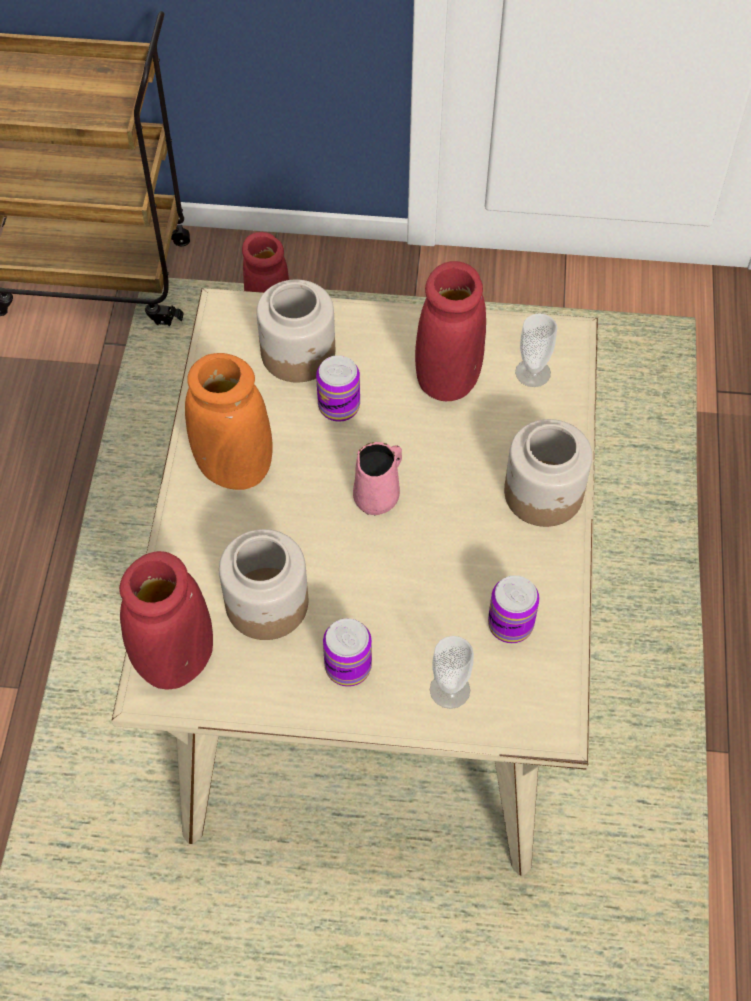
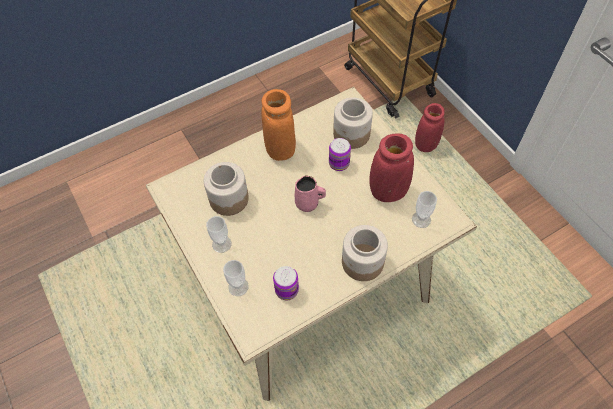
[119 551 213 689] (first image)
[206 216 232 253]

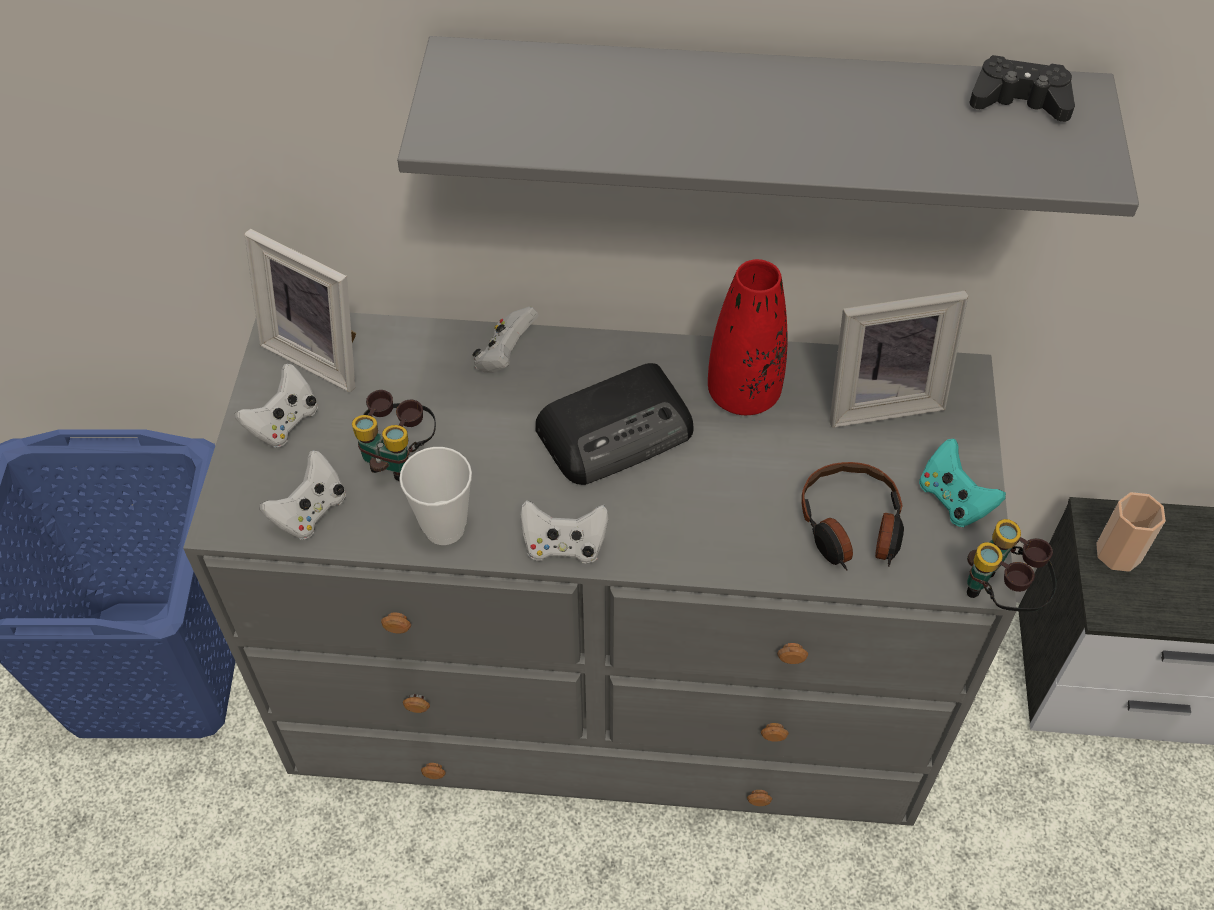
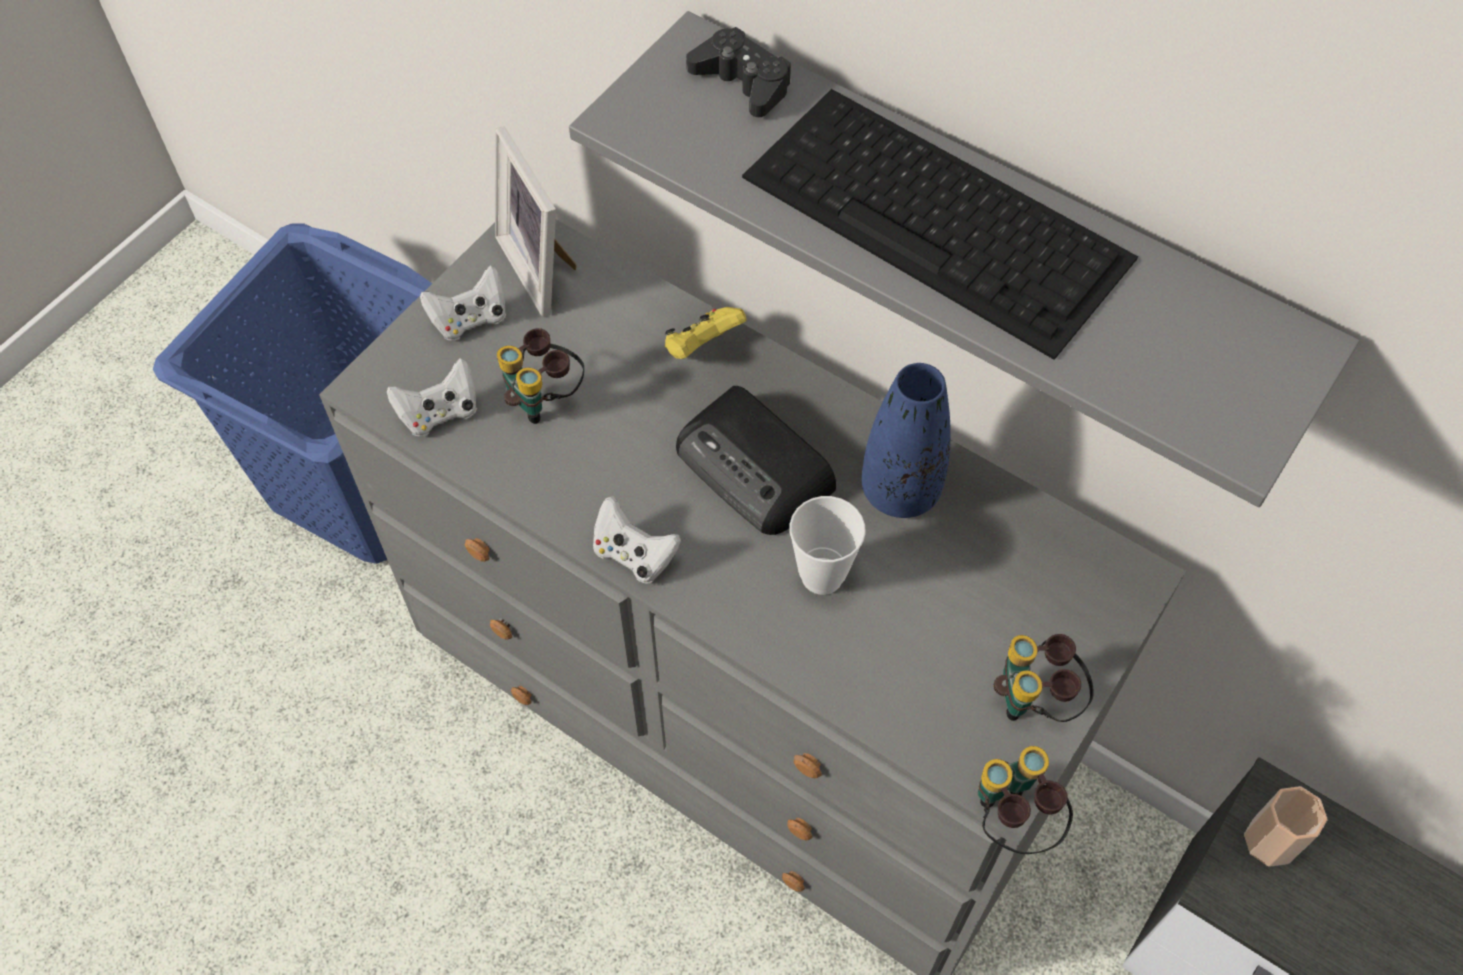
[789 496 866 595]
[665 307 747 359]
[676 386 836 535]
[862 363 951 518]
[802 462 904 571] (first image)
[829 291 968 428] (first image)
[993 634 1093 722]
[686 27 791 117]
[742 89 1138 360]

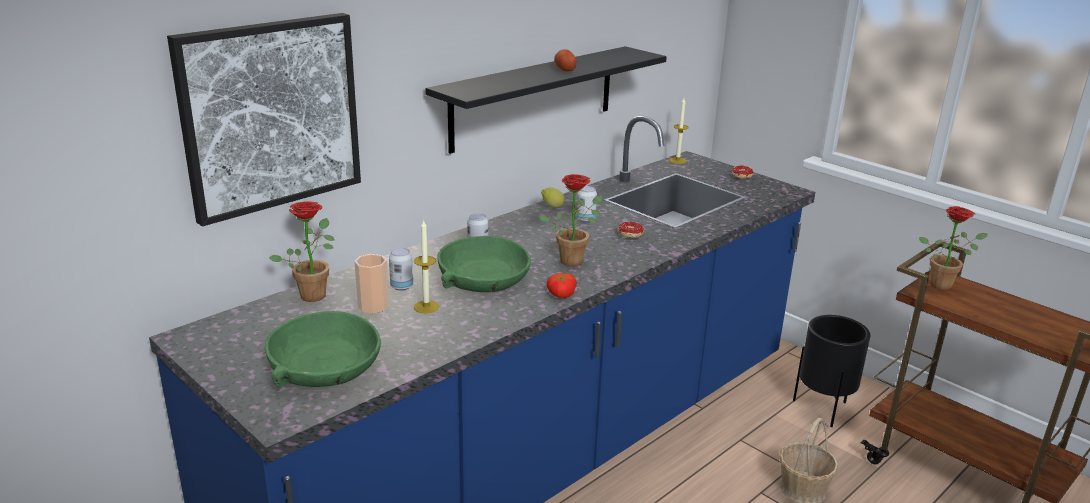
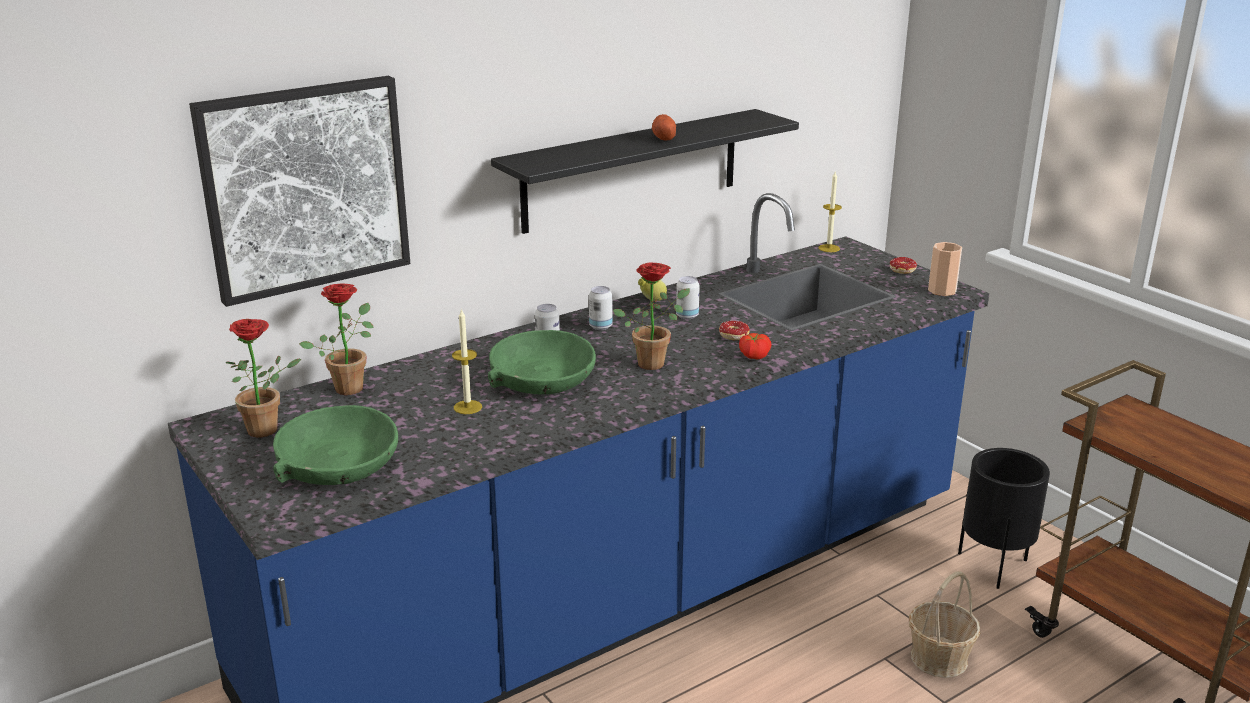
[928 242 962 296]
[589 286 612 330]
[739 333 771 360]
[226 319 301 437]

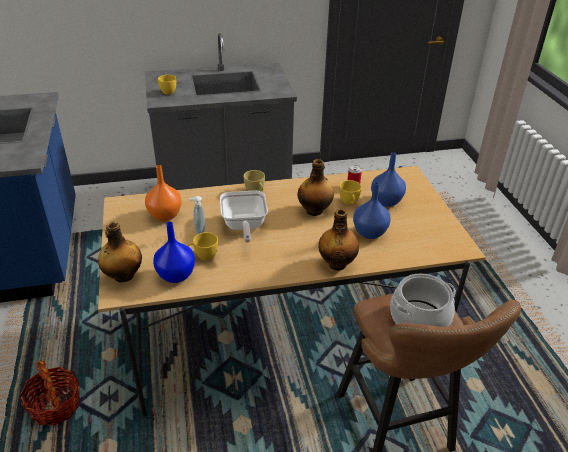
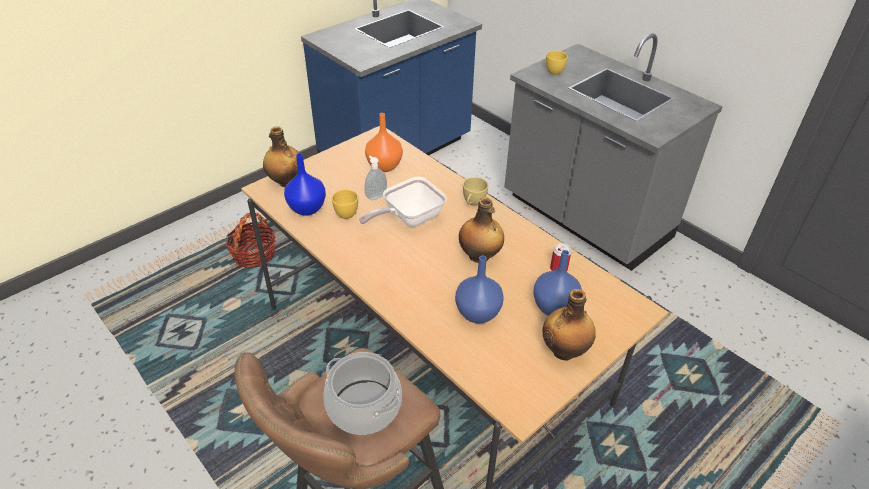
[543 289 596 361]
[339 180 362 205] (first image)

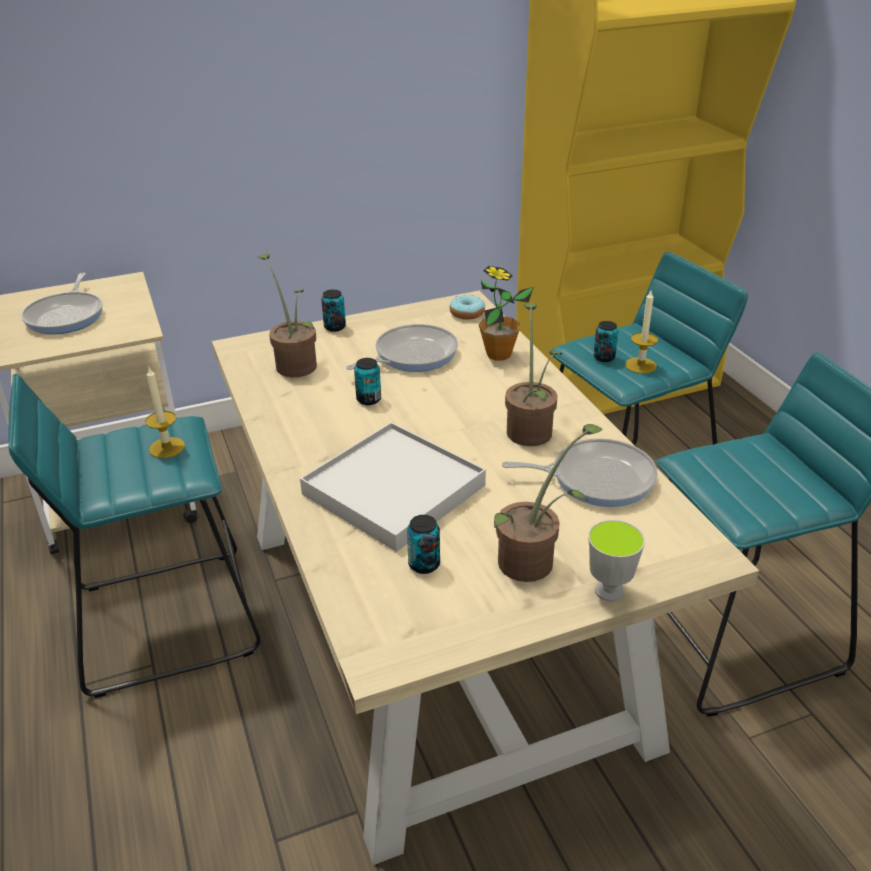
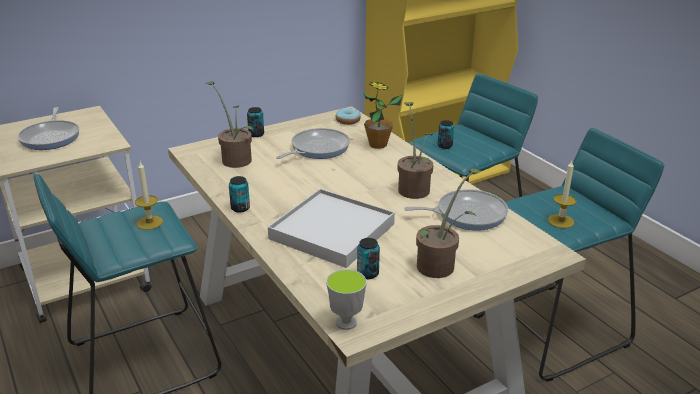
[229 176 250 213]
[326 269 367 330]
[548 161 576 228]

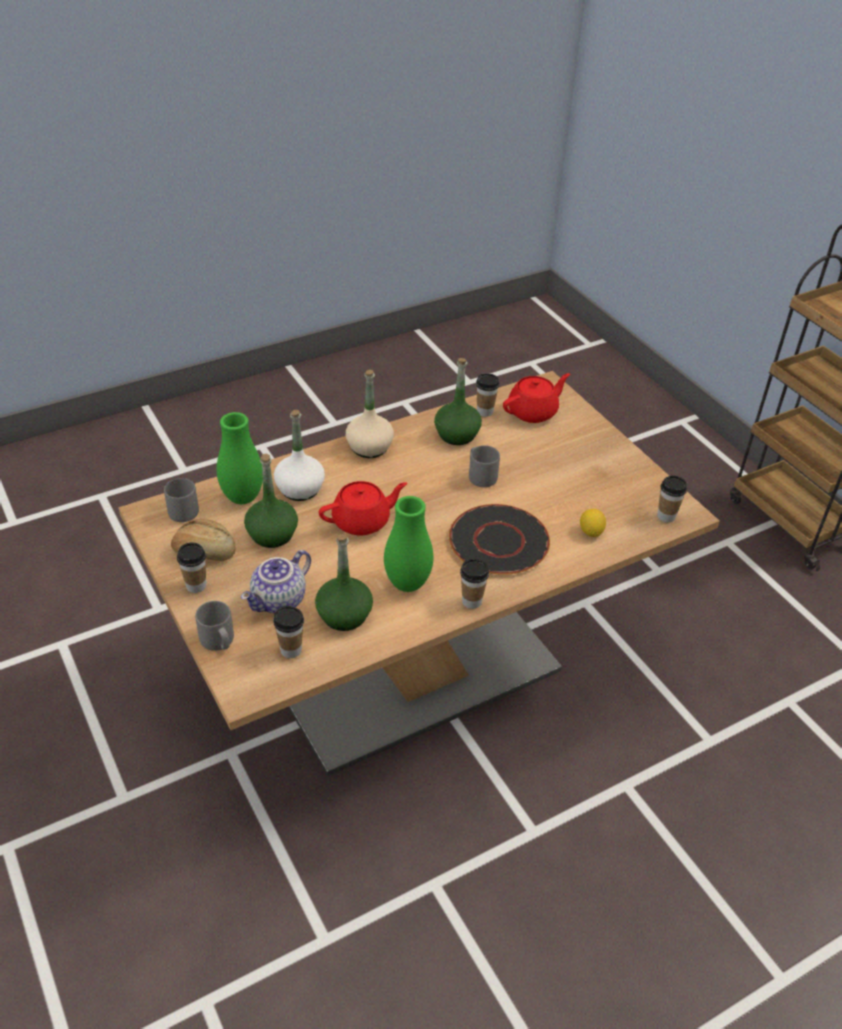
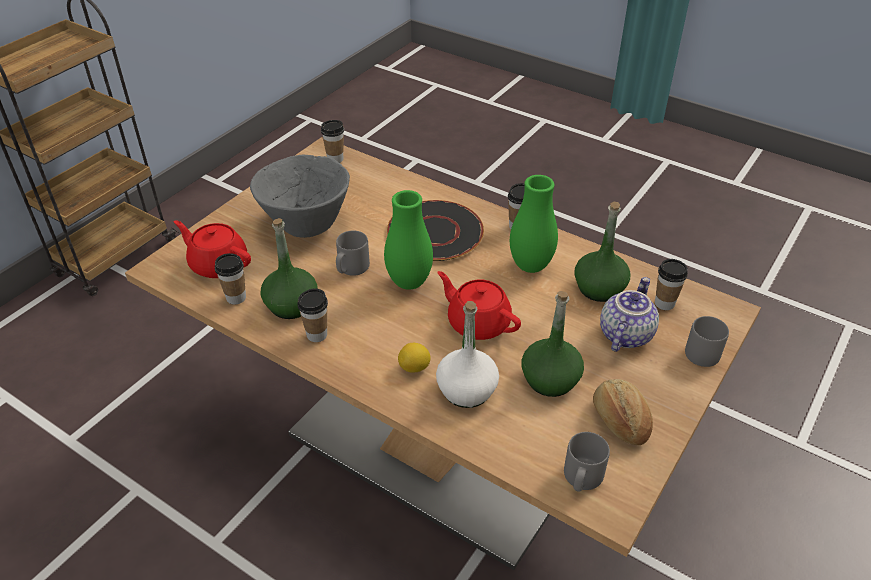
[297 288 328 342]
[384 190 433 290]
[600 277 659 352]
[346 370 394 458] (first image)
[398 343 430 373]
[250 155 350 238]

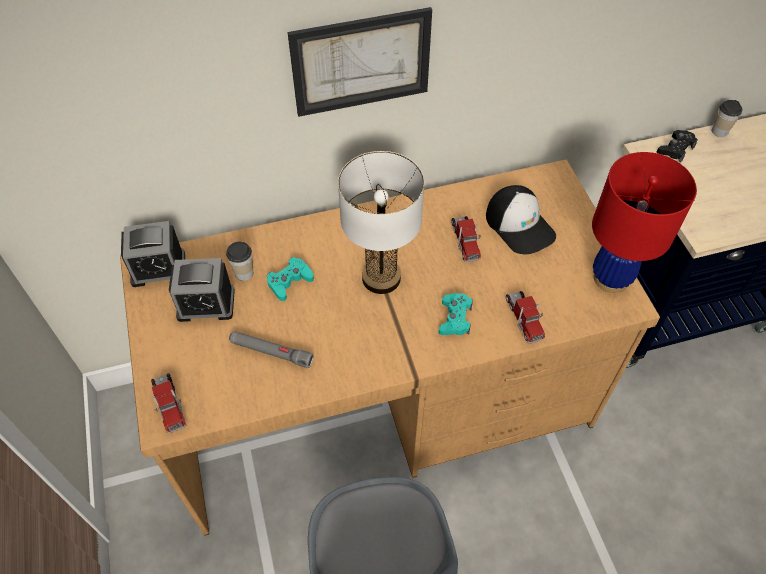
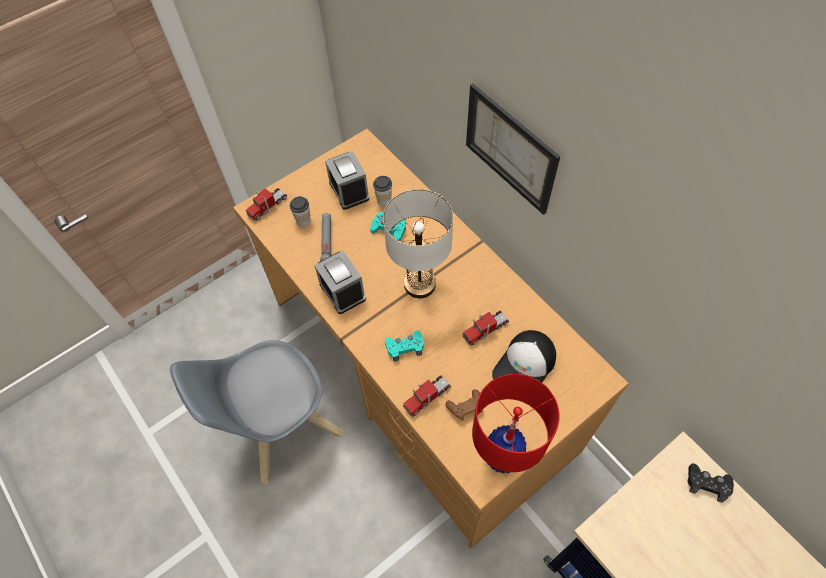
[314 251 366 314]
[290 196 311 227]
[445 389 483 421]

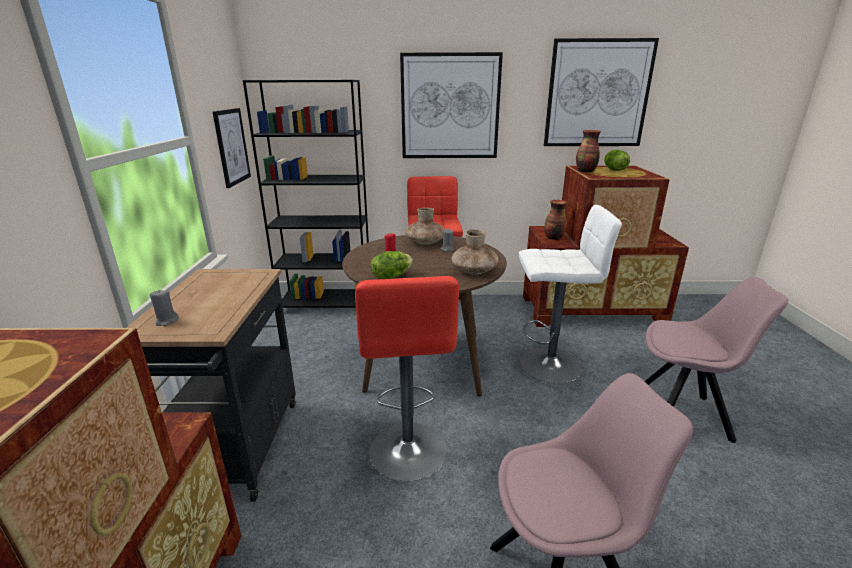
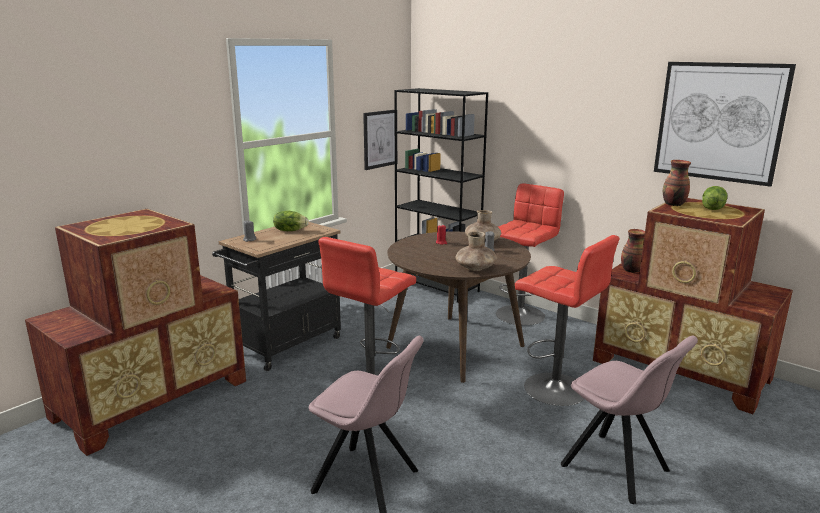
[273 211 309 231]
[400 52 503 158] (first image)
[515 235 619 406]

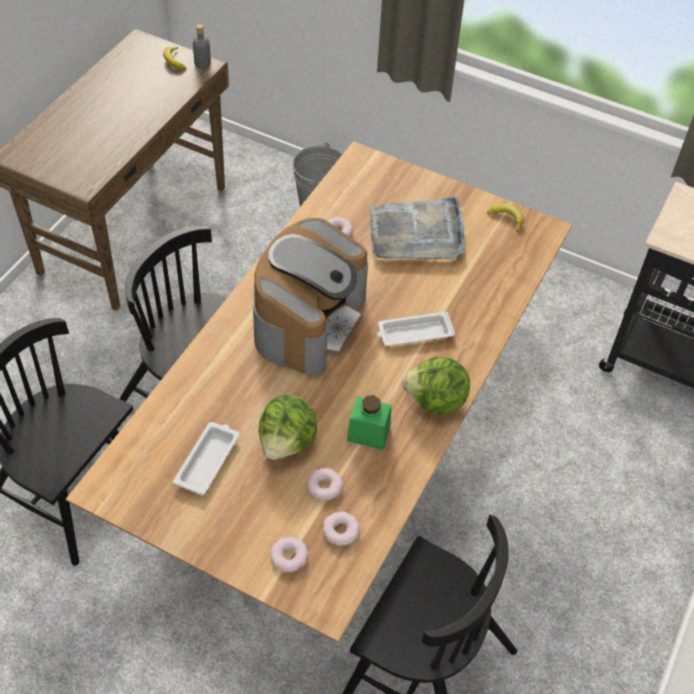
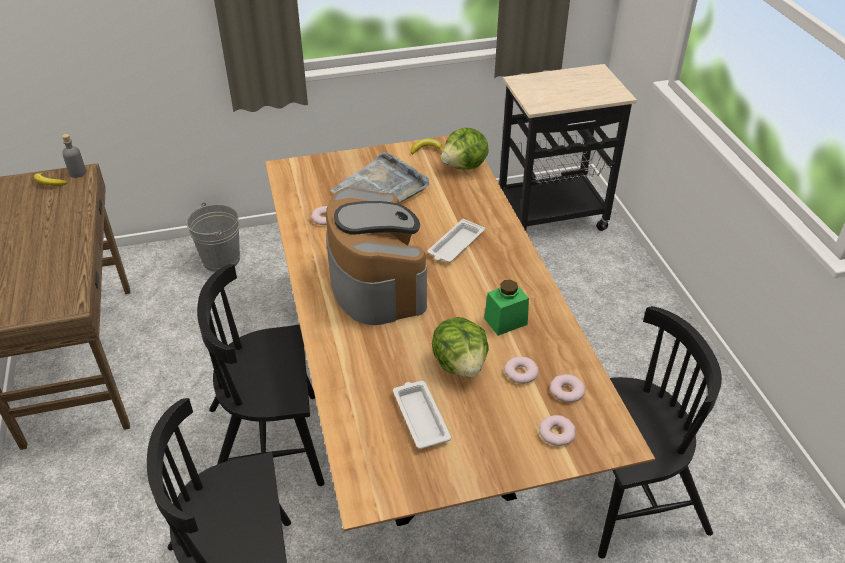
[441 128 489 170]

